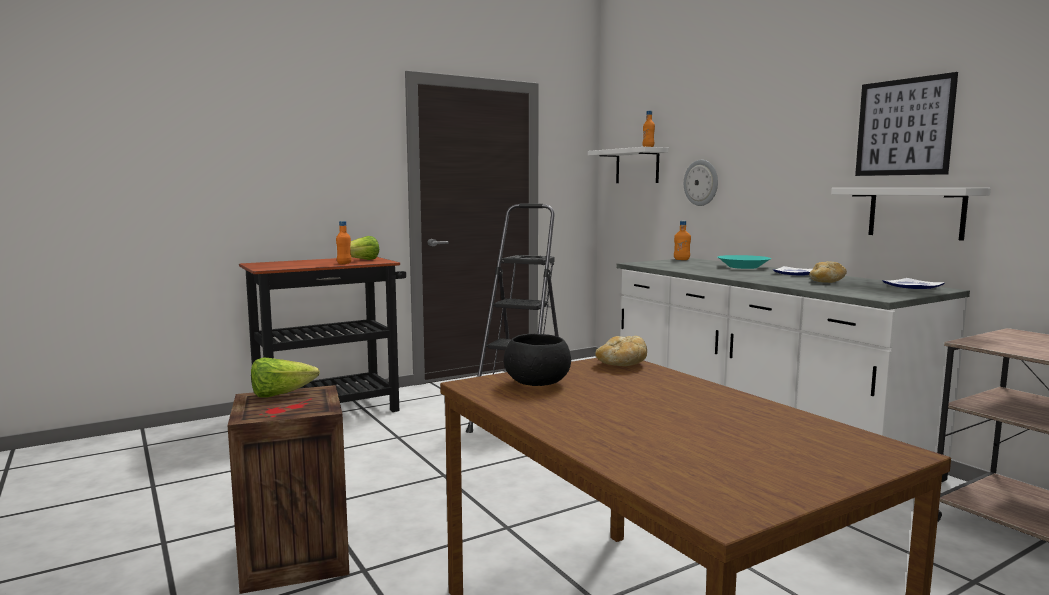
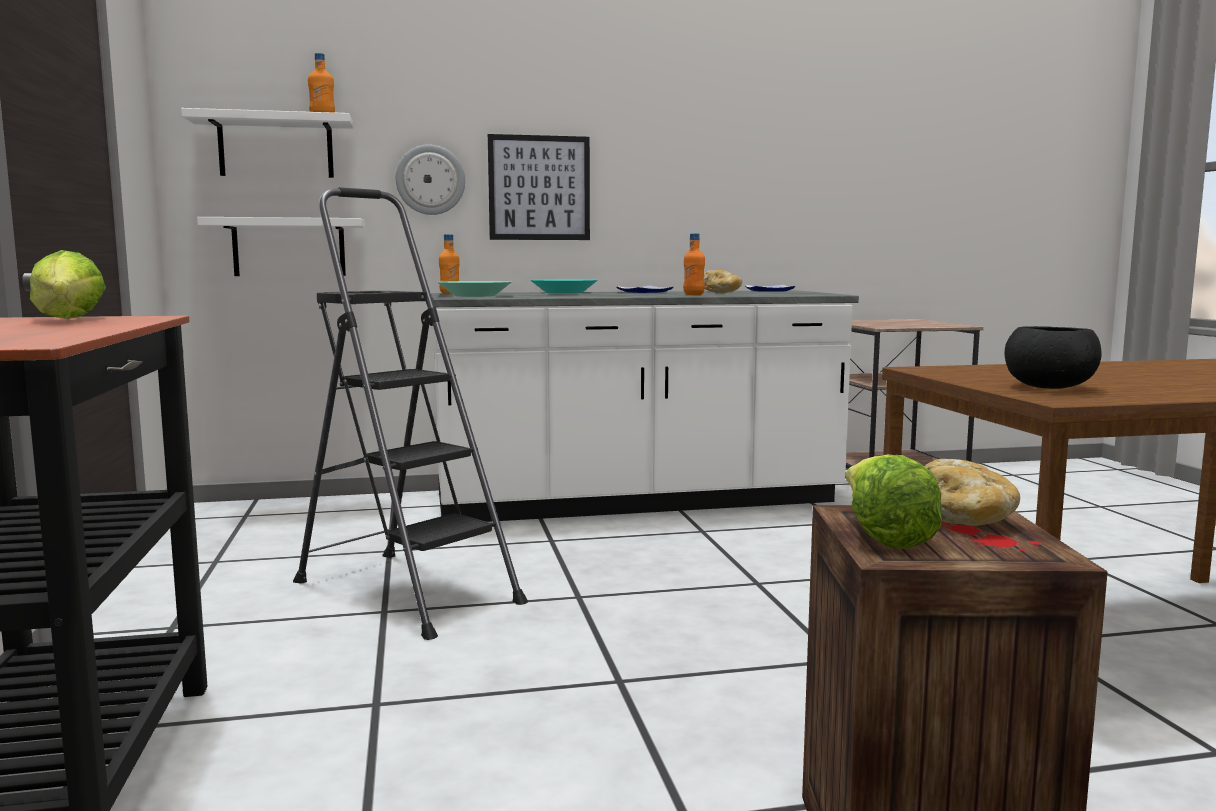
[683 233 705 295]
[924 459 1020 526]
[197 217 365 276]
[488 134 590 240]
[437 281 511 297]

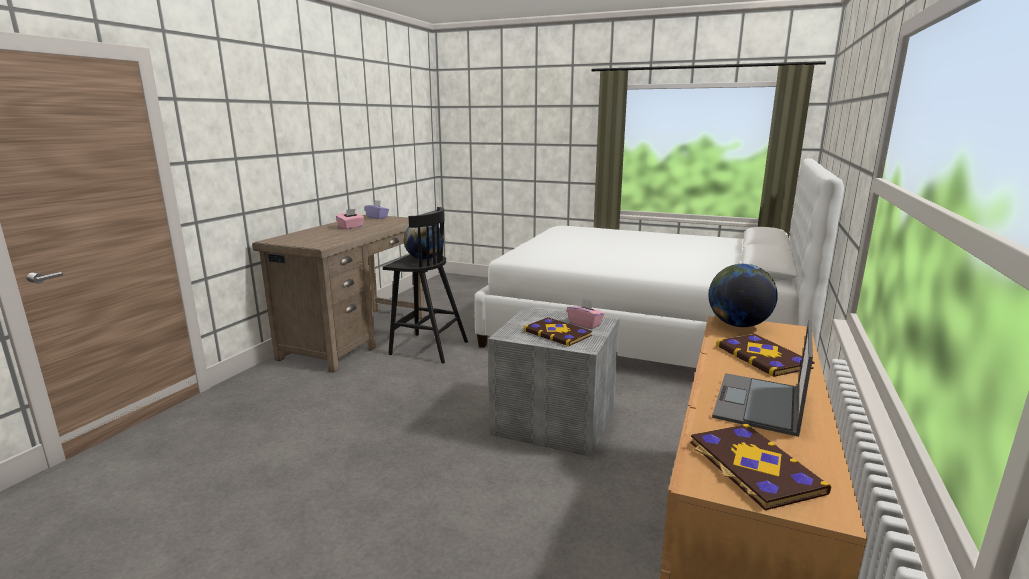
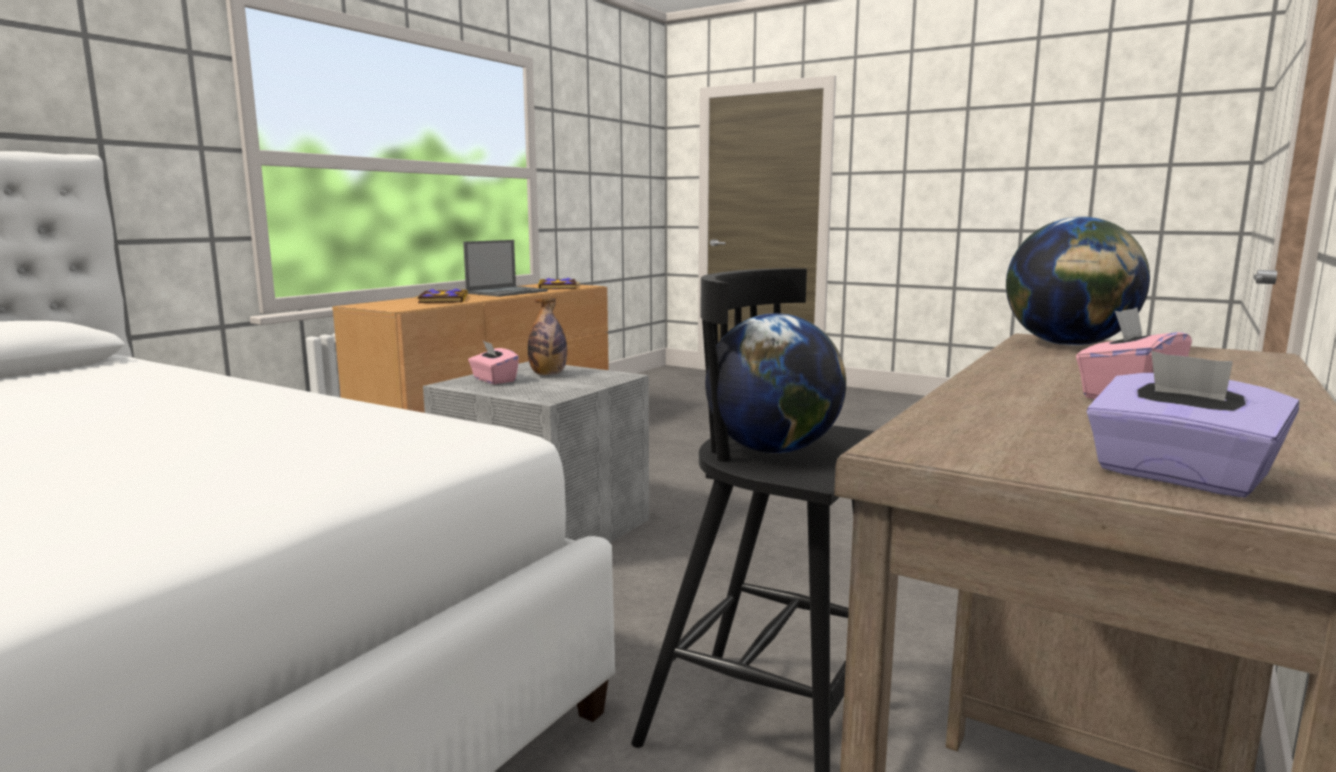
[528 298 567 375]
[1006 217 1150 346]

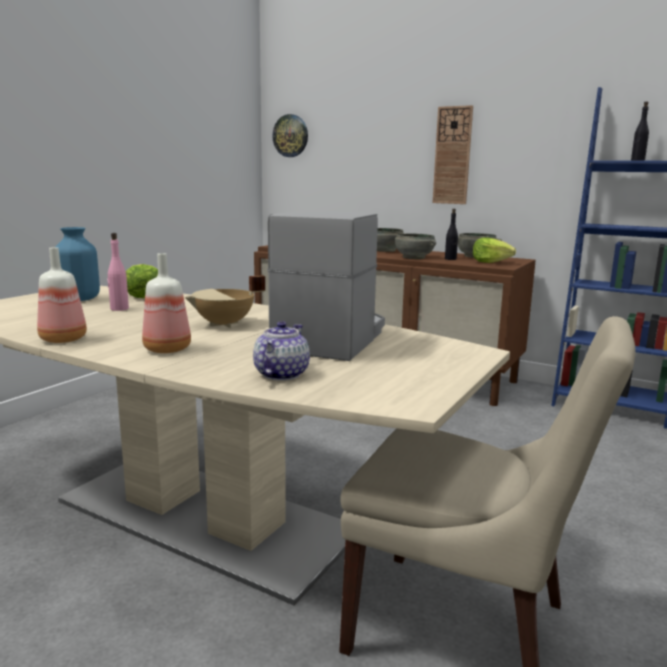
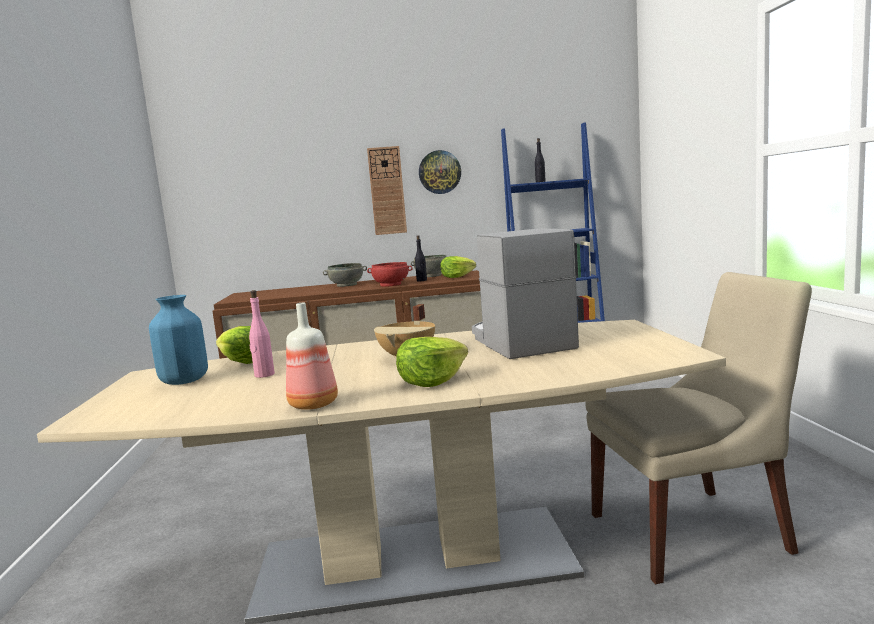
[396 337 468 387]
[253 321 310 381] (first image)
[419 150 461 194]
[367 262 413 286]

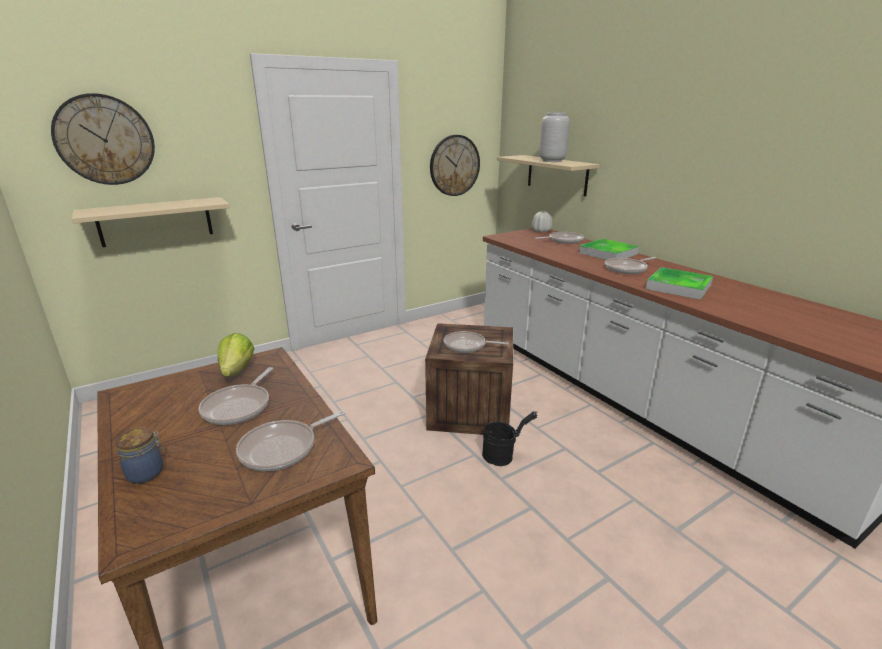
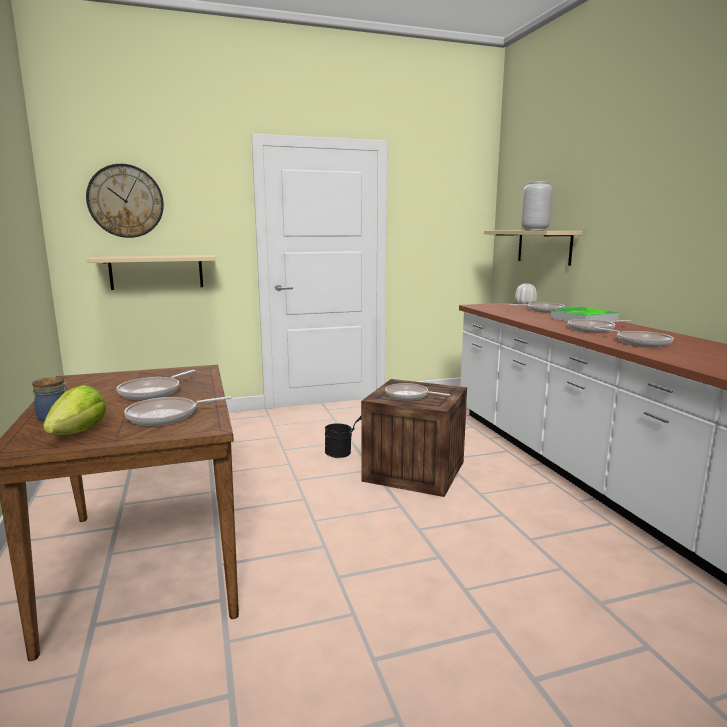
[43 385 107 435]
[430 135 480 196] (first image)
[325 416 361 458]
[594 327 674 347]

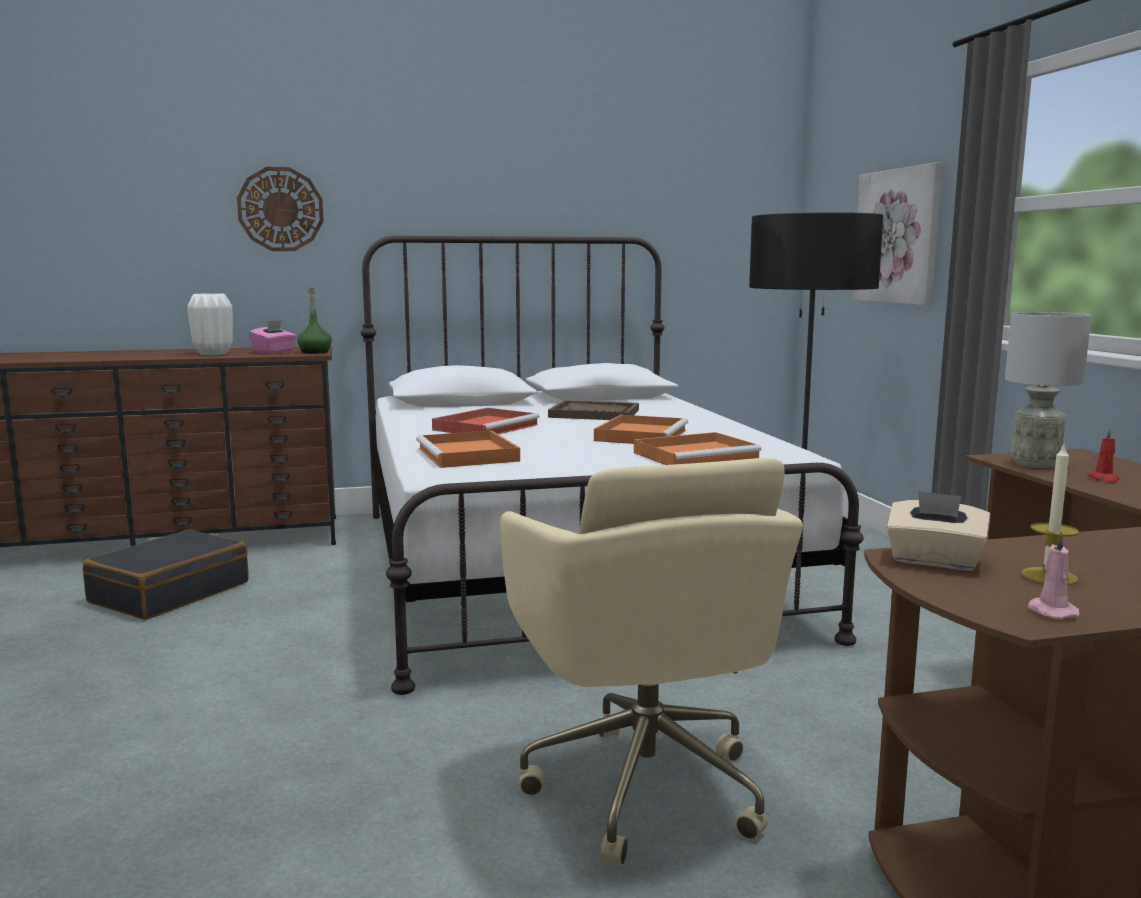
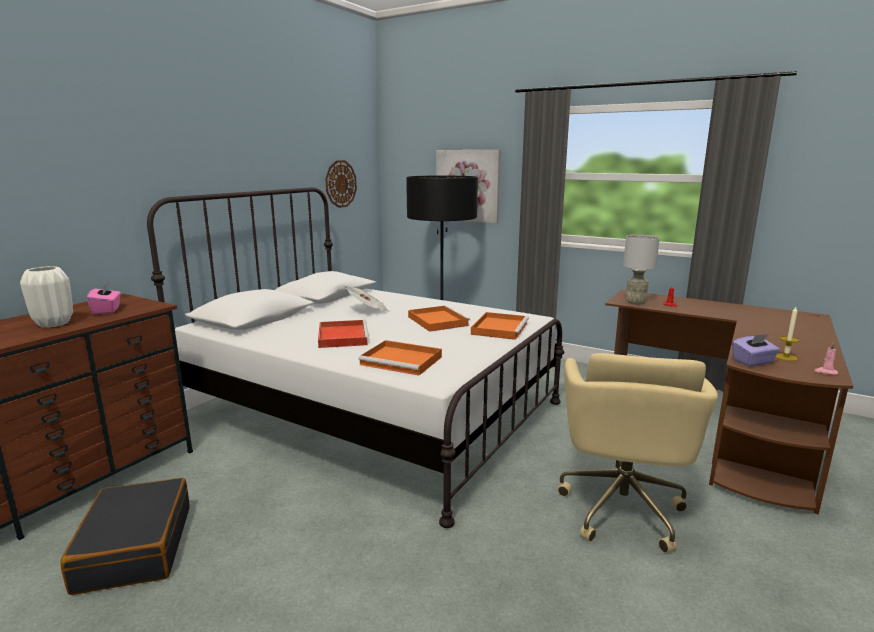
[325 160 357 208]
[297 288 332 354] (first image)
[558 353 718 553]
[343 286 390 312]
[732 334 780 366]

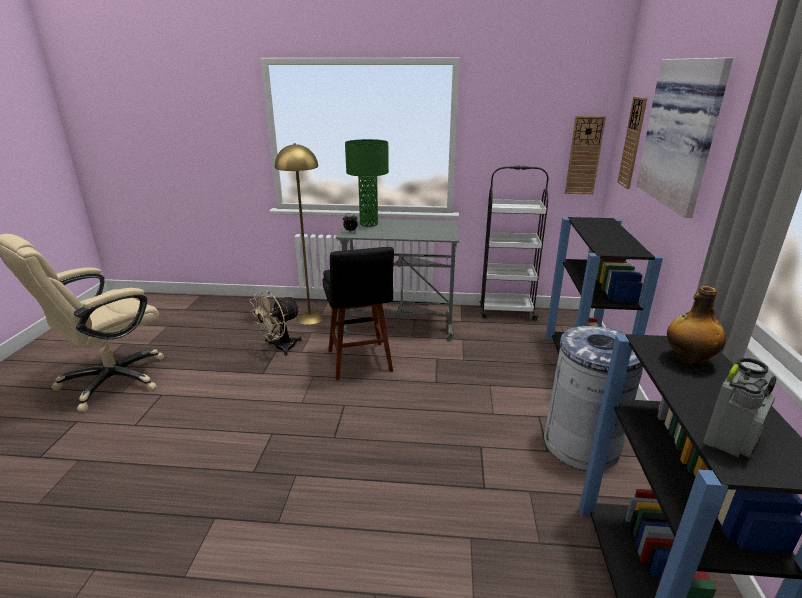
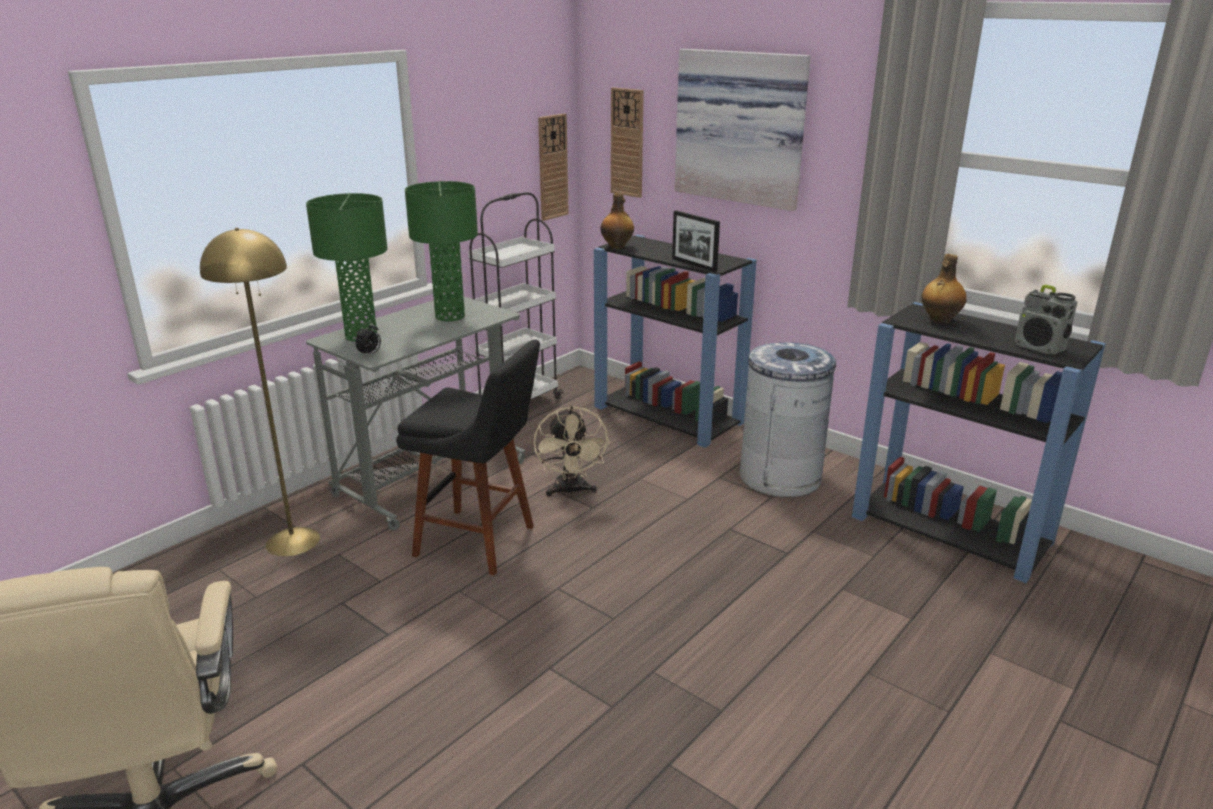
[534 406 610 497]
[1015 285 1077 355]
[405 181 478 321]
[600 193 634 249]
[672 210 720 272]

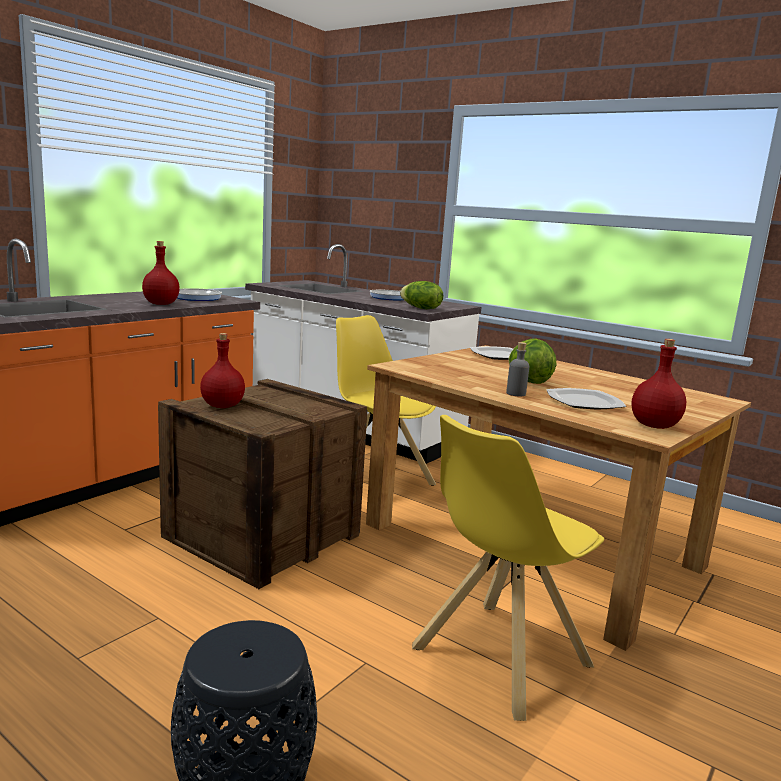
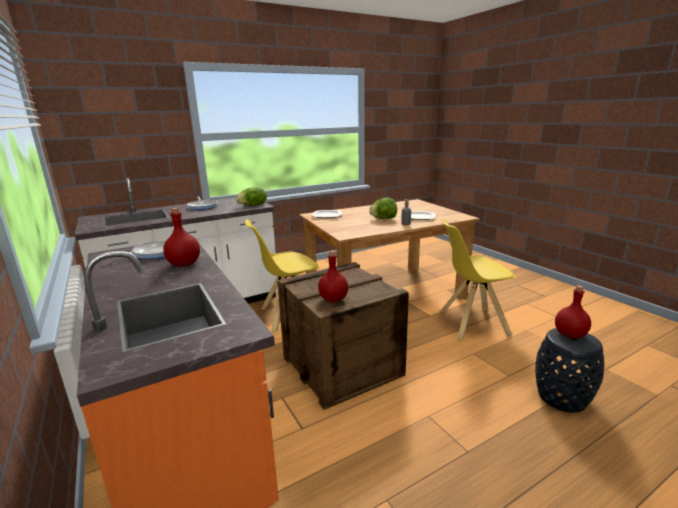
[440 218 516 340]
[555 285 591 339]

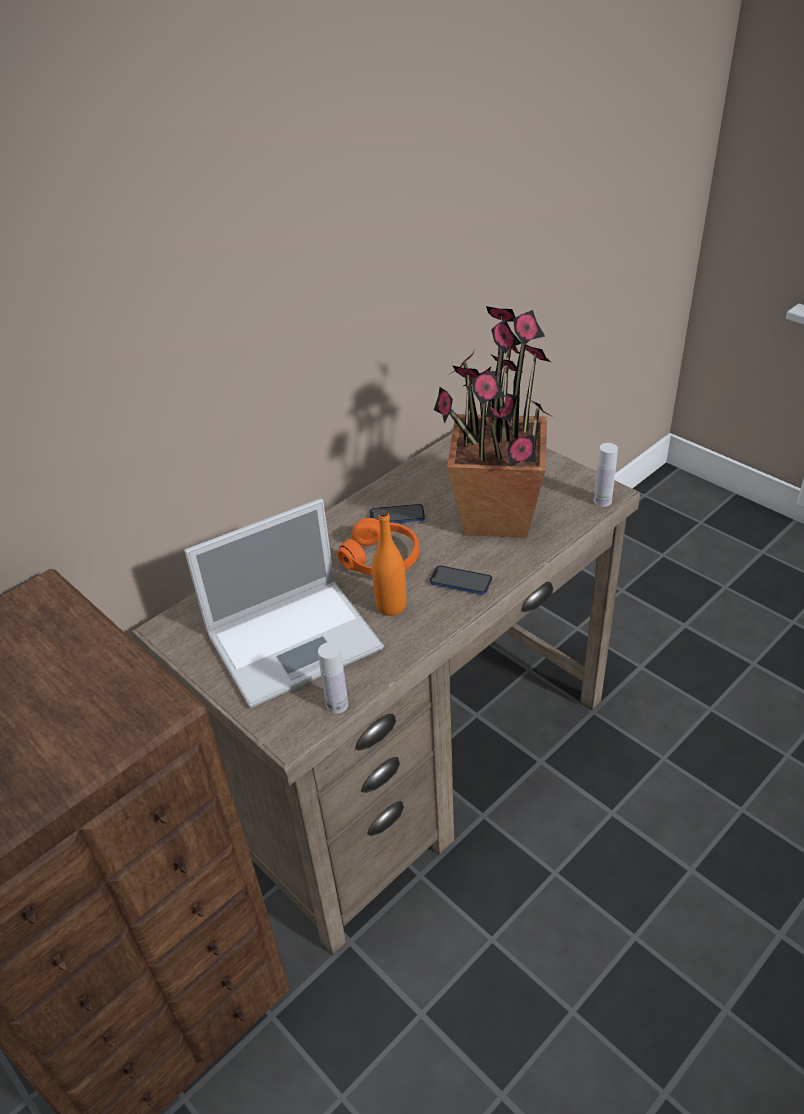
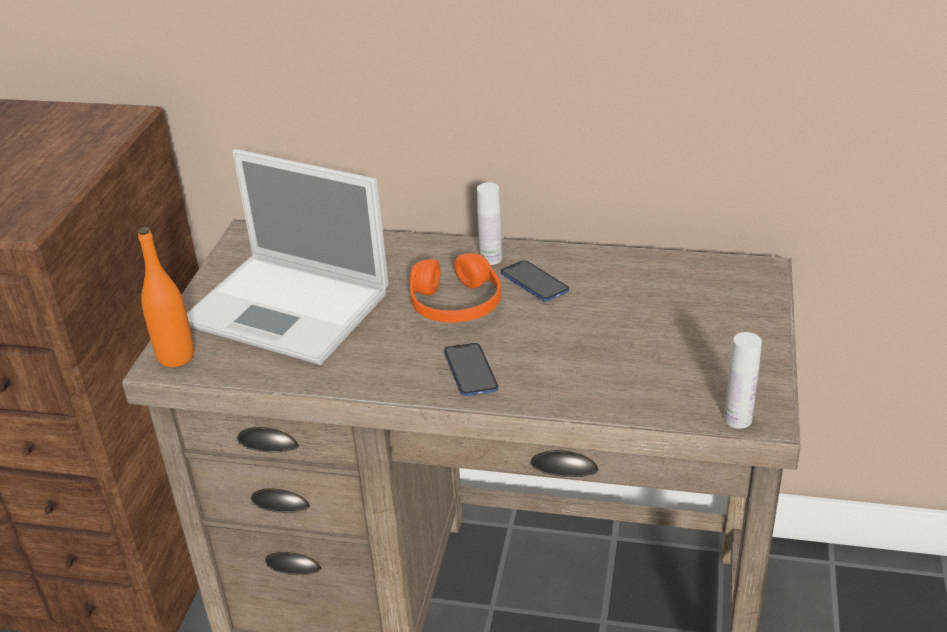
[477 182 502 265]
[138 227 194 367]
[434 306 551 538] (first image)

